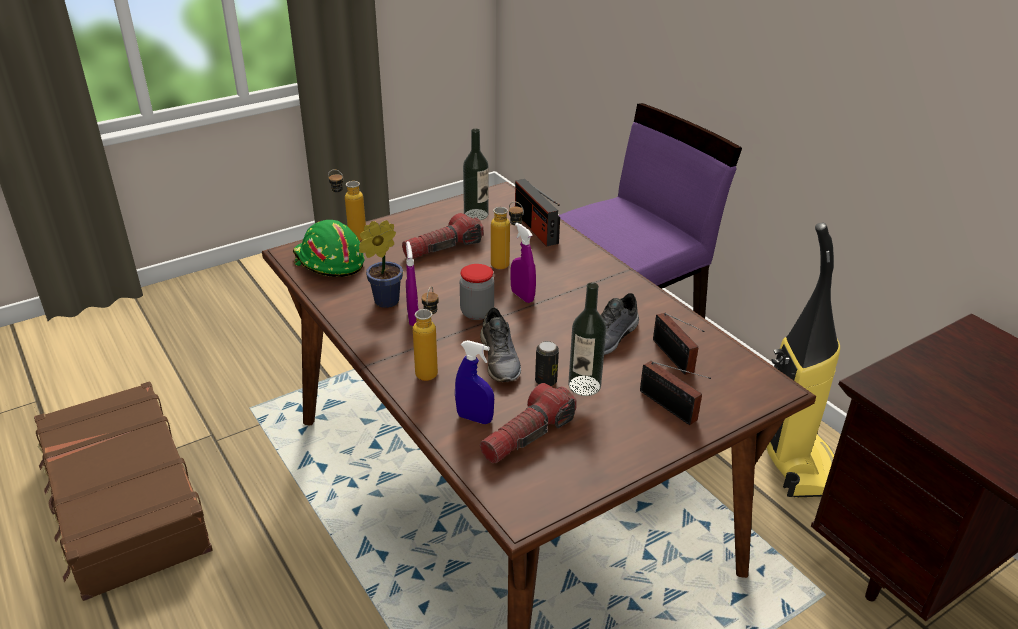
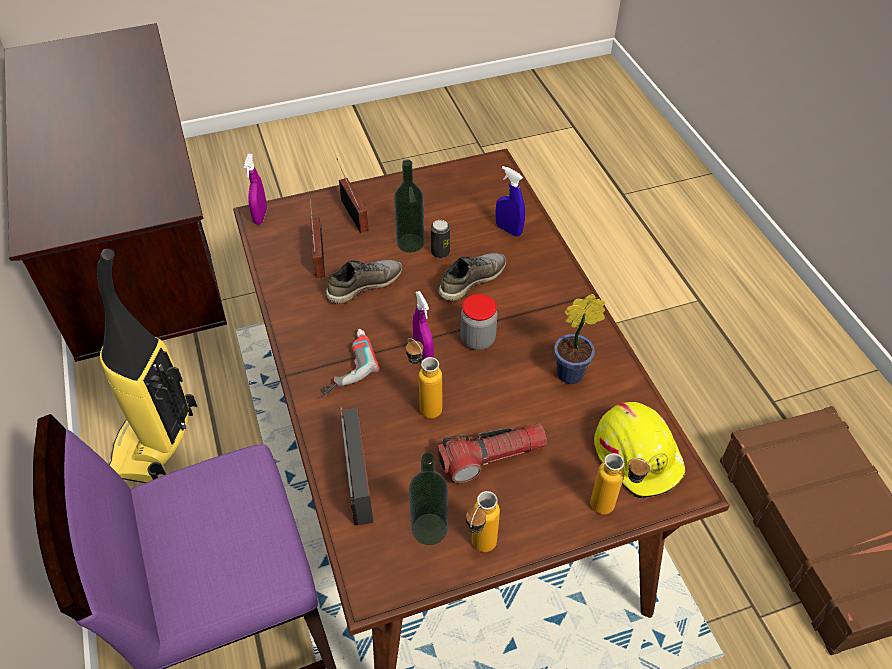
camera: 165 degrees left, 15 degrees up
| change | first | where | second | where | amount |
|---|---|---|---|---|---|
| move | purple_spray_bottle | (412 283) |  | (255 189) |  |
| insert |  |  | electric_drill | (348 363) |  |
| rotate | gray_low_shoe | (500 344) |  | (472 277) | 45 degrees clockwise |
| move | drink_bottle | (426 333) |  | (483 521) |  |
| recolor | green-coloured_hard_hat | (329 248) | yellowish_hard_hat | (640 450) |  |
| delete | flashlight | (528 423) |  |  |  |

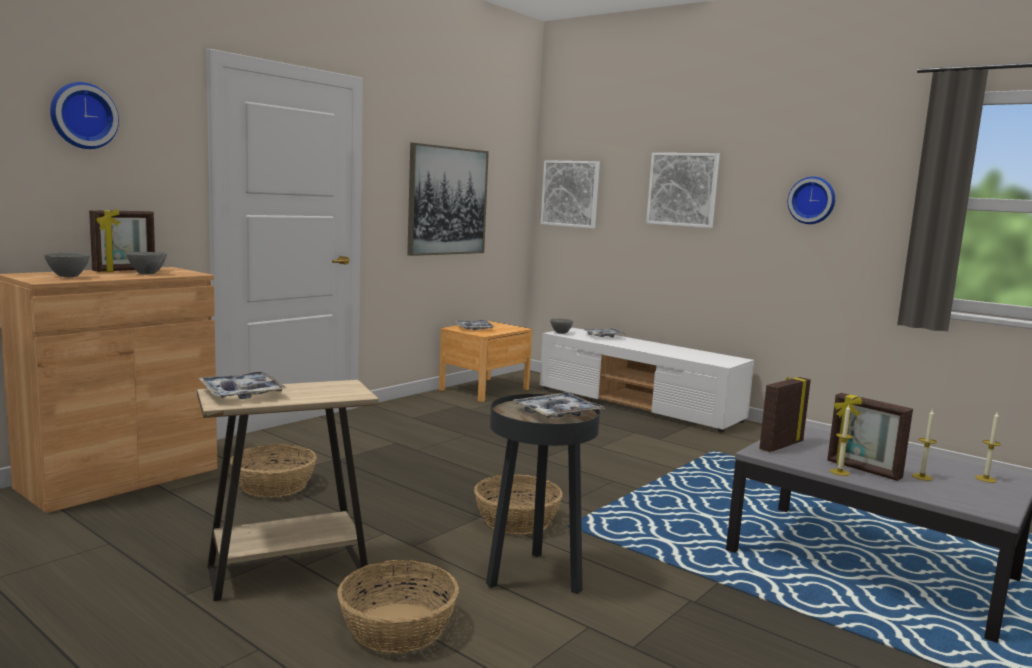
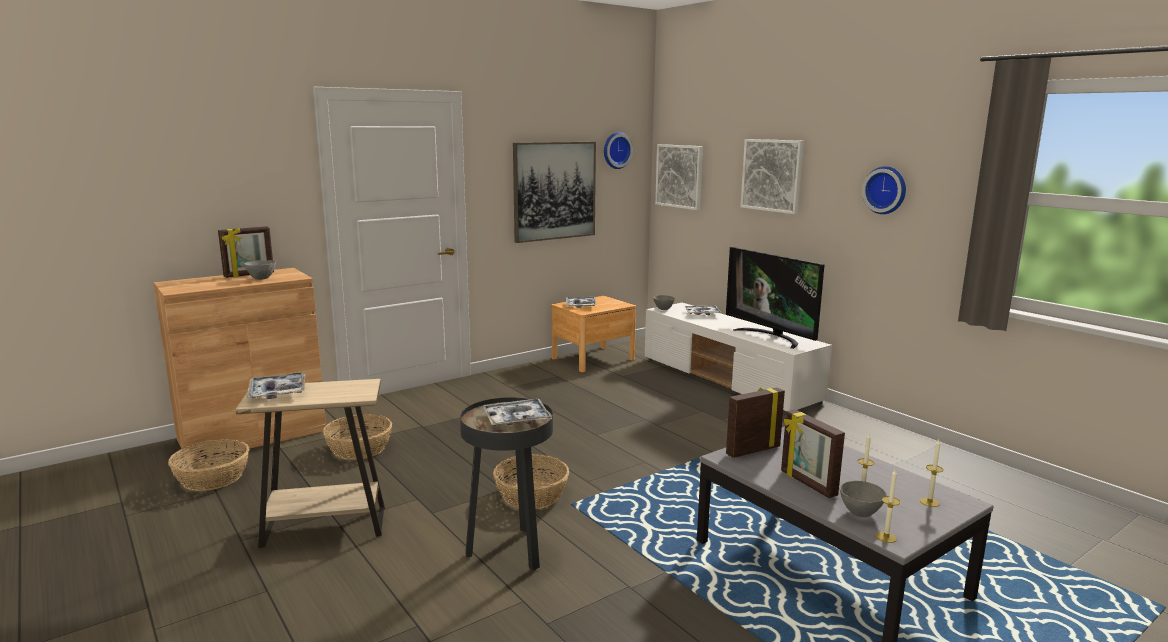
camera: 15 degrees right, 5 degrees up
| change | first | where | second | where | amount |
|---|---|---|---|---|---|
| move | household_basket | (398 606) |  | (208 465) |  |
| move | hanging_clock | (84 115) |  | (618 150) |  |
| insert |  |  | television | (775 298) |  |
| move | gray_bowl | (67 265) |  | (863 499) |  |
| move | wax_light | (841 440) |  | (888 506) |  |

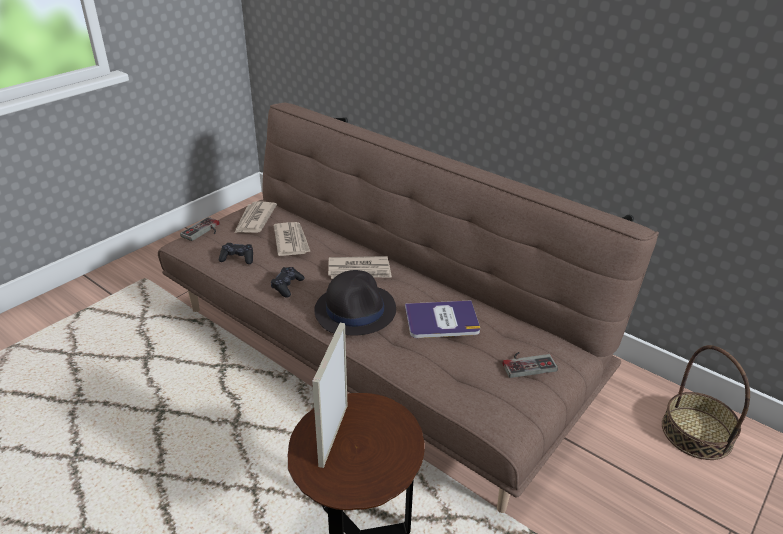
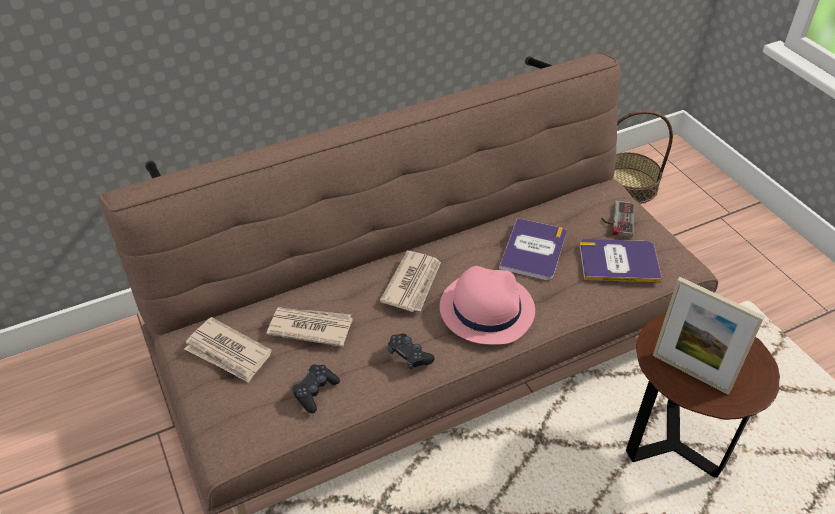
camera: 65 degrees left, 10 degrees up
| change | first | where | second | where | amount |
|---|---|---|---|---|---|
| recolor | black-coloured_hat | (355 302) | pink-coloured_hat | (487 305) |  |
| insert |  |  | book | (621 260) |  |
| delete | game_controller | (200 229) |  |  |  |

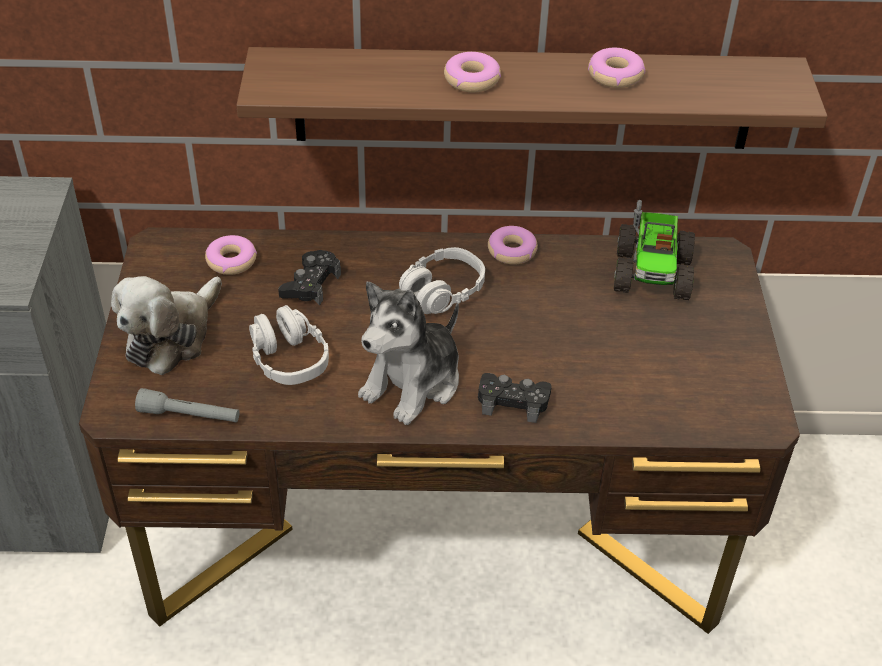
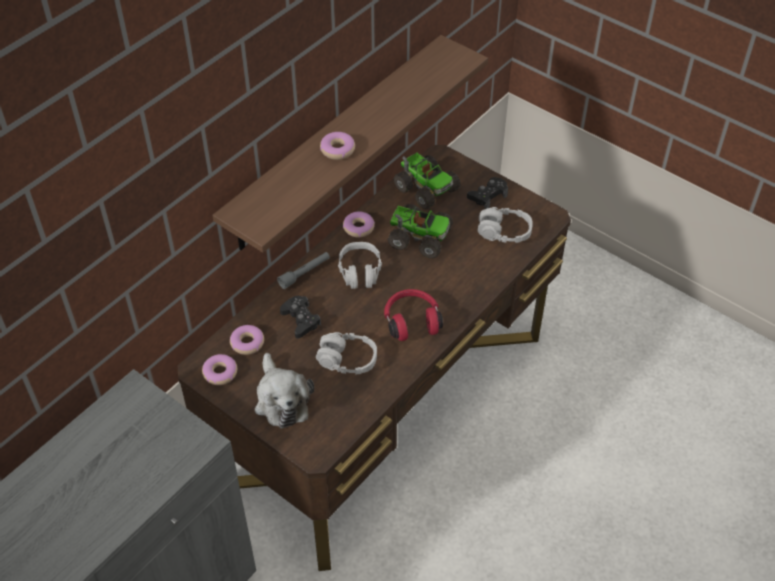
camera: 50 degrees left, 5 degrees up
| change | first | where | second | where | amount |
|---|---|---|---|---|---|
| move | ring_doughnut | (616 68) |  | (219 369) |  |
| move | gray_flashlight | (187 405) |  | (303 270) |  |
| replace | soft_toy | (408 353) | reddish_headset | (413 315) |  |
| insert |  |  | toy_truck | (420 231) |  |
| move | black-coloured_game_controller | (515 398) |  | (487 193) |  |
| insert |  |  | gray_headset | (505 225) |  |

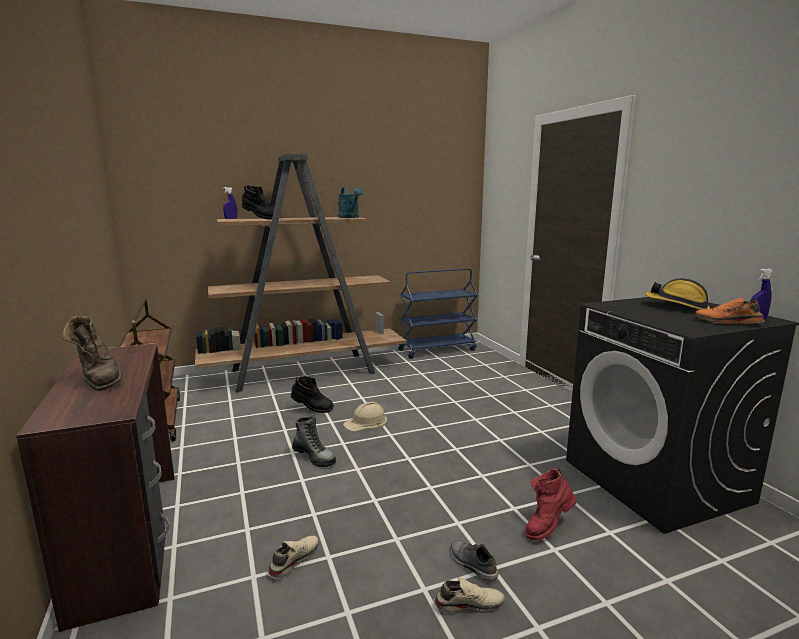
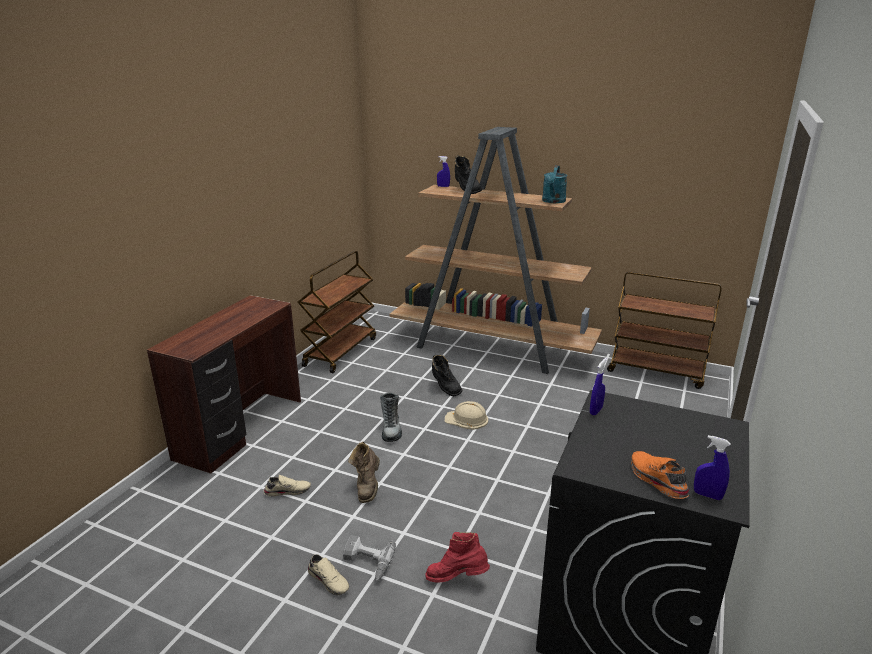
camera: 45 degrees right, 10 degrees up
| change | first | where | second | where | amount |
|---|---|---|---|---|---|
| replace | gray_low_shoe | (474 561) | electric_drill | (369 558) |  |
| move | brown-coloured_tall_boot | (92 353) |  | (364 472) |  |
| insert |  |  | blue-coloured_spray_bottle | (598 386) |  |
| recolor | blue-coloured_cart | (438 313) | brown-coloured_cart | (664 330) |  |
| delete | hard_hat | (677 294) |  |  |  |

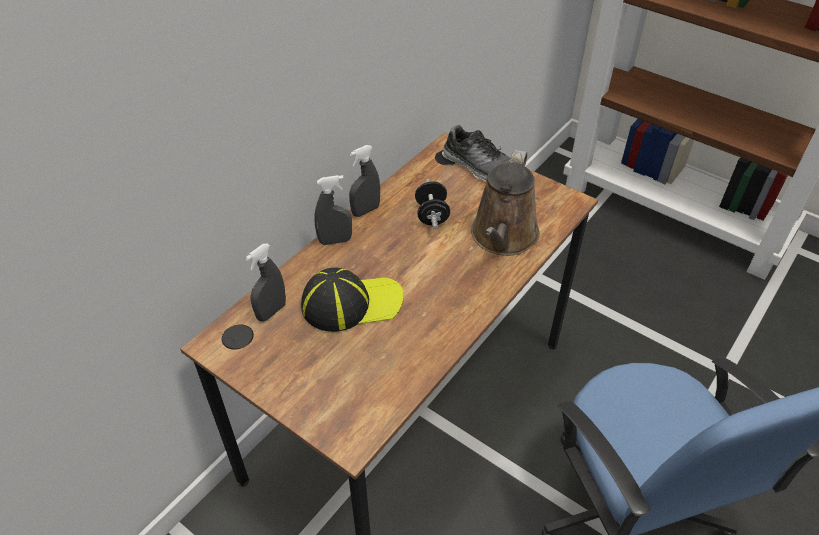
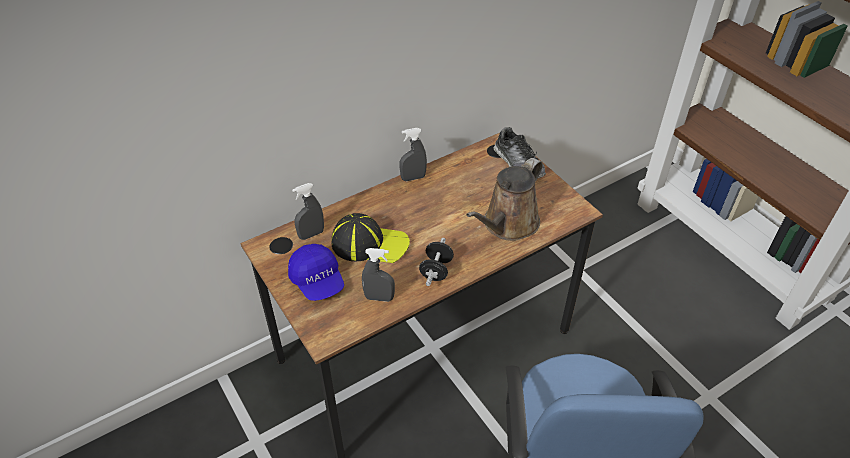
camera: 20 degrees right, 0 degrees up
| change | first | where | second | where | amount |
|---|---|---|---|---|---|
| insert |  |  | blue-coloured_baseball_cap | (316 272) |  |
| move | gray_spray_bottle | (333 210) |  | (378 275) |  |
| move | black-coloured_hand_weight | (432 204) |  | (436 262) |  |

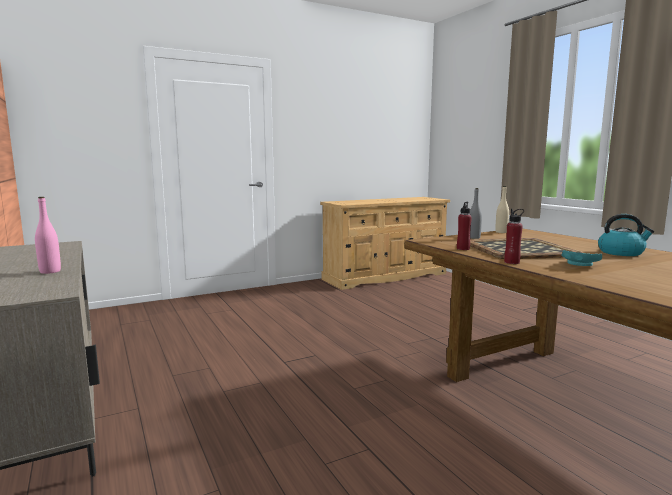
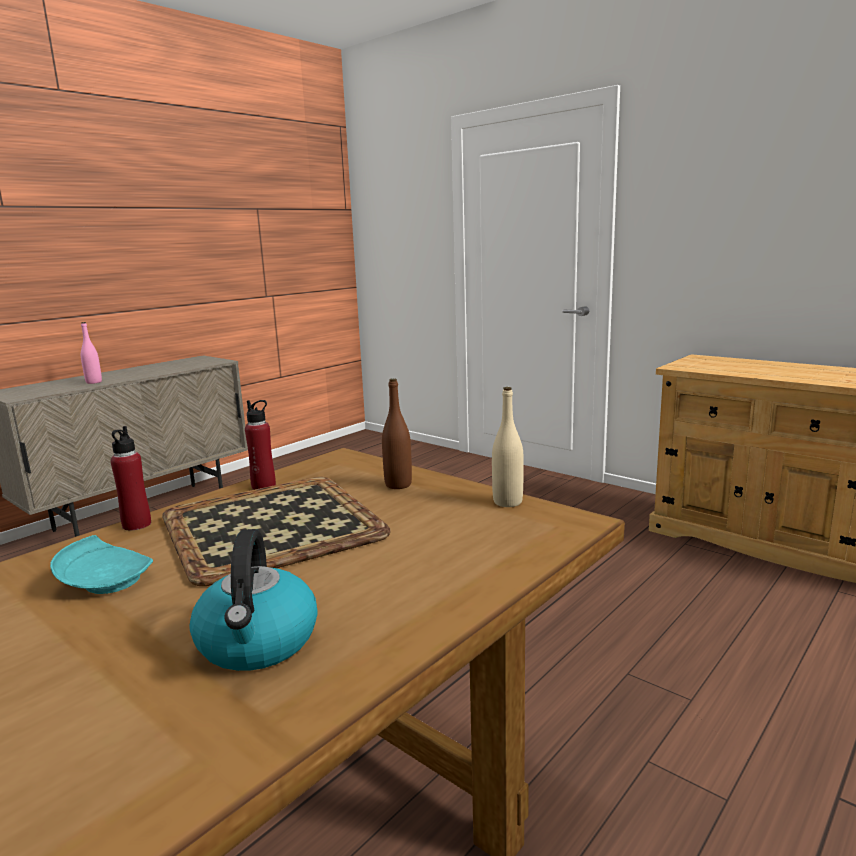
camera: 70 degrees right, 5 degrees up
| change | first | where | second | where | amount |
|---|---|---|---|---|---|
| recolor | gray_drink_bottle | (476 213) | brown-coloured_drink_bottle | (397 433) |  |

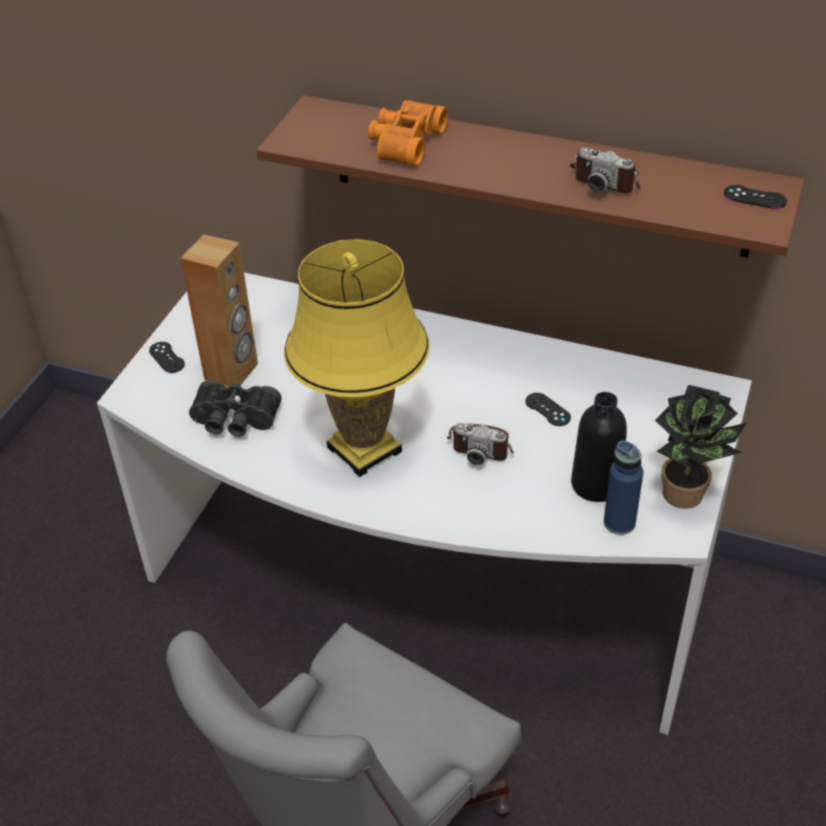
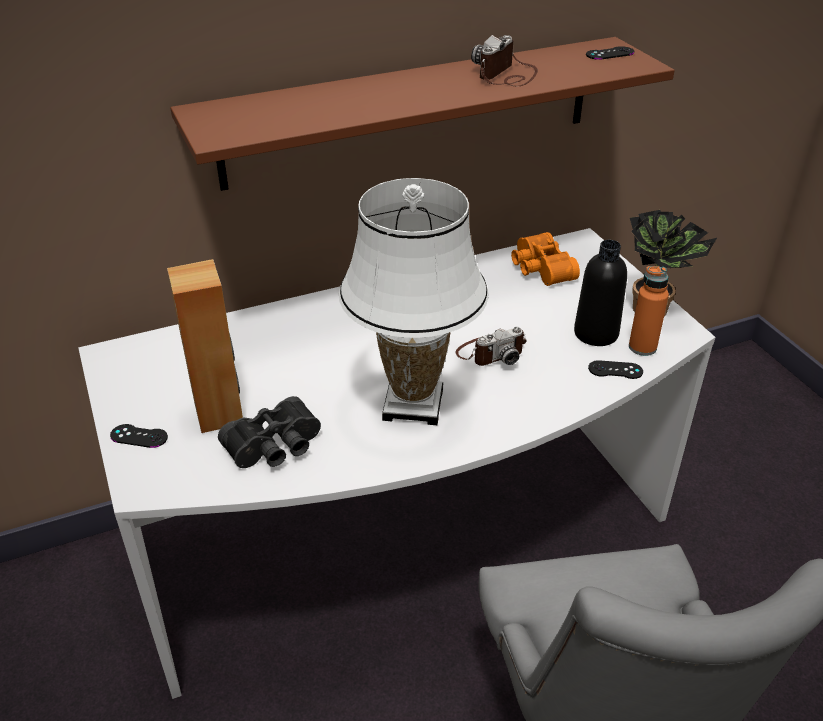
camera: 45 degrees left, 5 degrees down
| change | first | where | second | where | amount |
|---|---|---|---|---|---|
| recolor | yellowish_tabletop_lamp | (357 358) | whitish_tabletop_lamp | (413 301) |  |
| rotate | photo_camera | (605 170) |  | (504 60) | 135 degrees clockwise |
| move | orange_binoculars | (408 133) |  | (545 259) |  |
| move | black-coloured_game_controller | (548 409) |  | (615 369) |  |
| recolor | blue-coloured_drink_bottle | (623 487) | orange_drink_bottle | (649 311) |  |

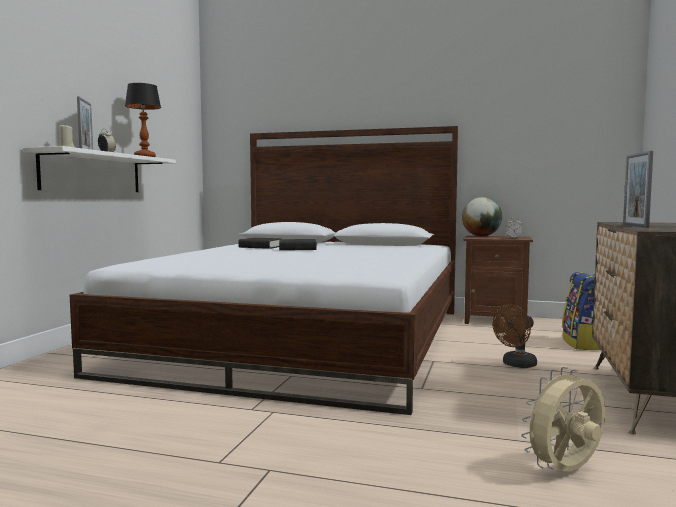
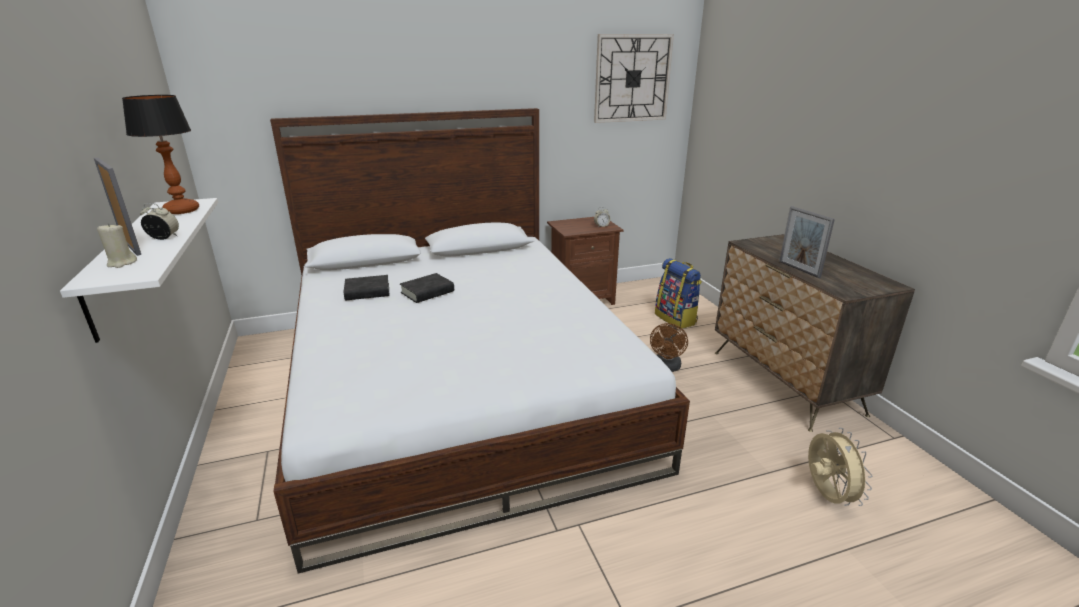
camera: 35 degrees left, 20 degrees up
| change | first | where | second | where | amount |
|---|---|---|---|---|---|
| insert |  |  | hanging_clock | (634 78) |  |
| rotate | sand-coloured_cooling_fan | (563 419) |  | (840 467) | 150 degrees clockwise |
| delete | desk_globe | (482 216) |  |  |  |

